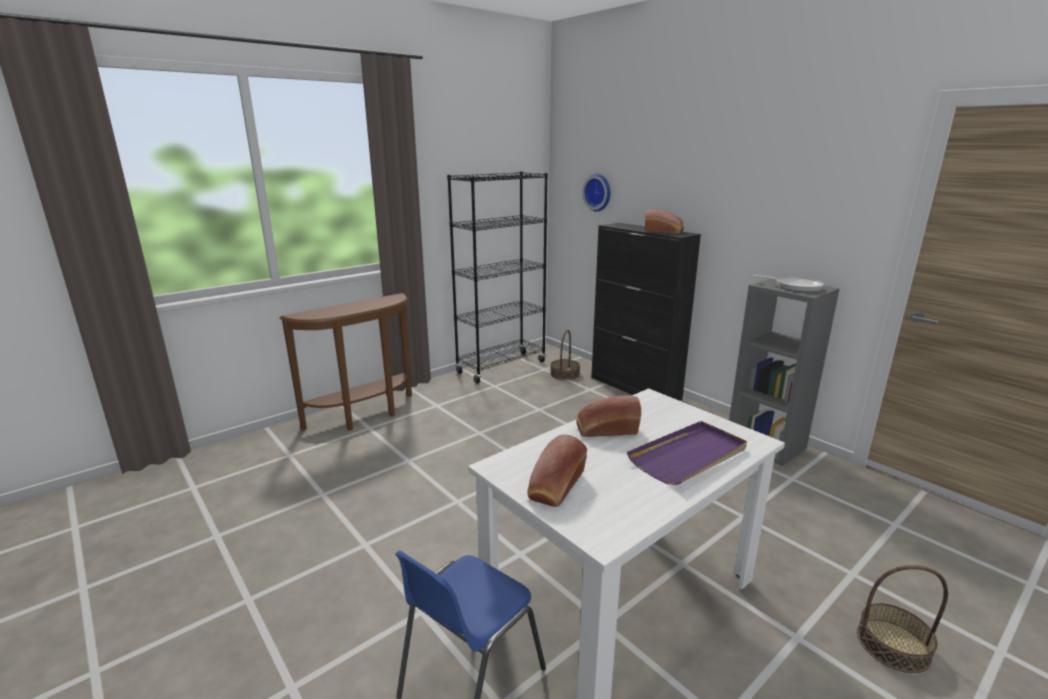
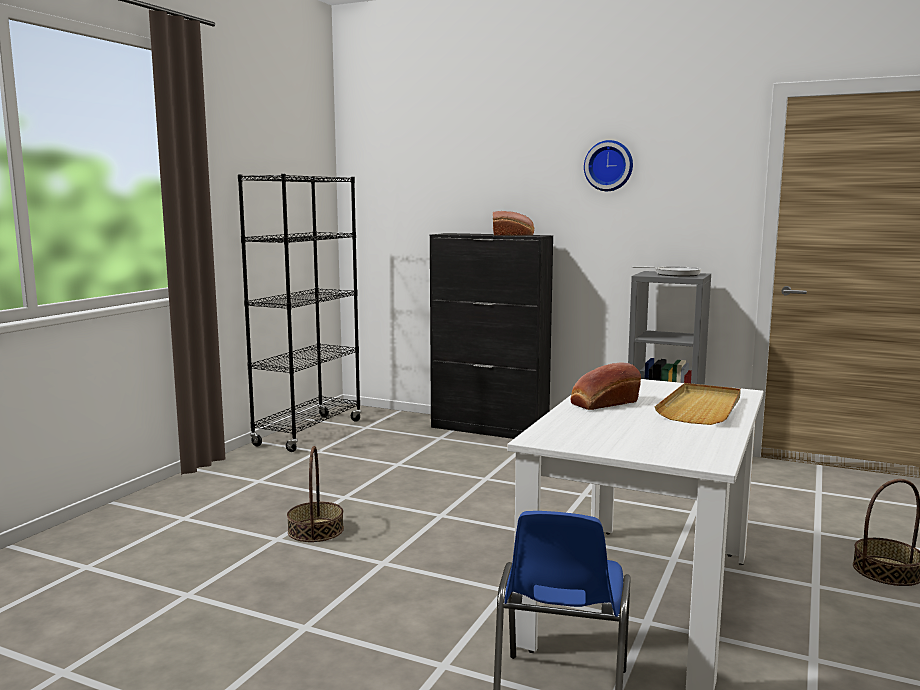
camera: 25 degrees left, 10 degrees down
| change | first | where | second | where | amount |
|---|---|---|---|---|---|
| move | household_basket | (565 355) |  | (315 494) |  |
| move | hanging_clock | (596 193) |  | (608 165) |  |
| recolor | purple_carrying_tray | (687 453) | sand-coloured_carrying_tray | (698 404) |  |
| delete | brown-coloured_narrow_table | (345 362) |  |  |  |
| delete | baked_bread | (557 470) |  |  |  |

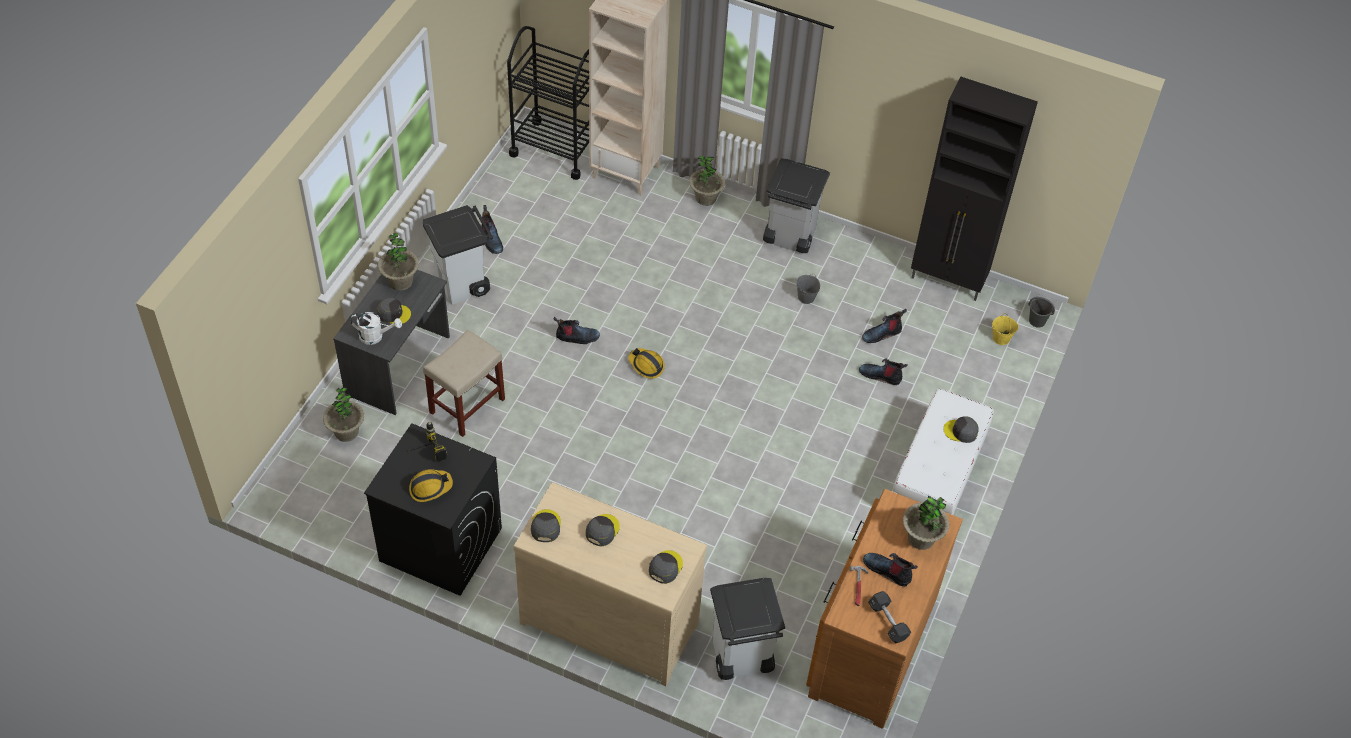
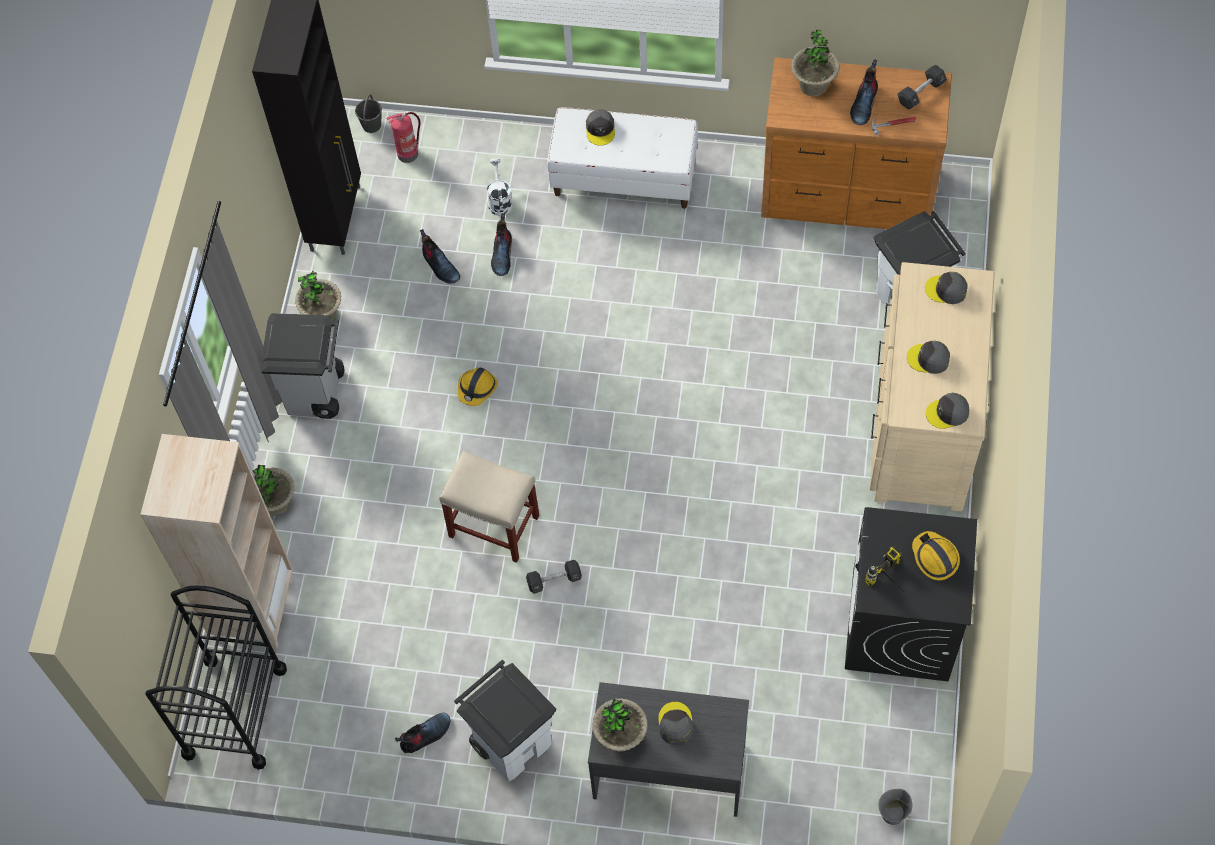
camera: 100 degrees left, 10 degrees up
| change | first | where | second | where | amount |
|---|---|---|---|---|---|
| move | potted_plant | (343 414) |  | (318 296) |  |
| replace | yellowish_water_bucket | (1005 330) | extinguisher | (403 137) |  |
| move | sand-coloured_stool | (464 383) |  | (489 507) |  |
| move | hard_hat | (646 363) |  | (477 387) |  |
| move | whitish_watering_pot | (376 328) |  | (500 187) |  |
| replace | tall_boot | (577 330) | black-coloured_hand_weight | (554 577) |  |
| move | gray_water_bucket | (808 289) |  | (895 807) |  |

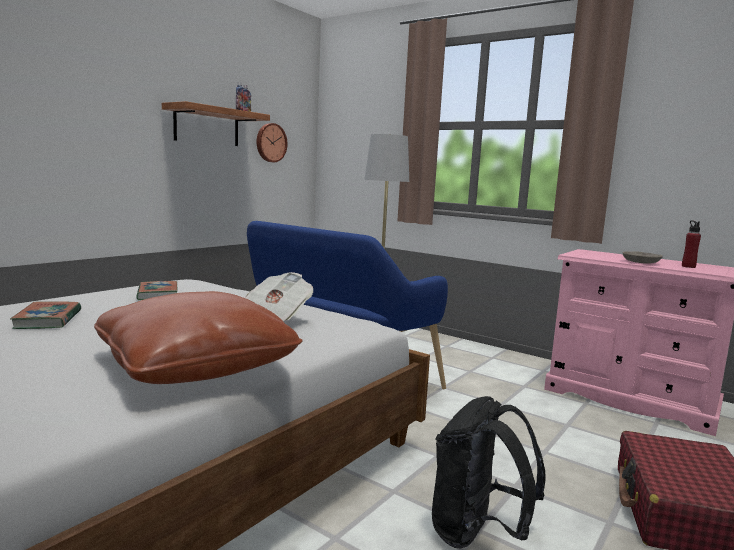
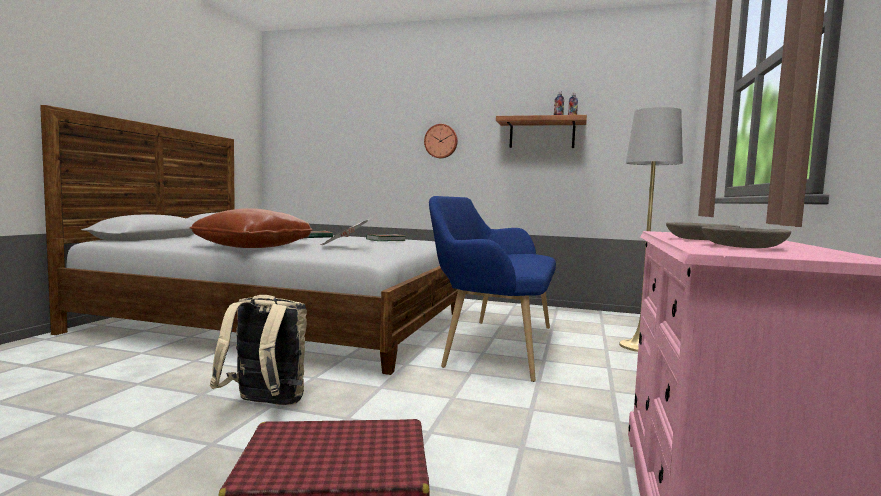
camera: 70 degrees right, 5 degrees down
| change | first | where | second | where | amount |
|---|---|---|---|---|---|
| recolor | black-coloured_backpack | (489 472) | sand-coloured_backpack | (258 350) |  |
| move | hanging_clock | (272 142) |  | (441 141) |  |
| replace | reddish_drink_bottle | (691 244) | gray_bowl | (746 237) |  |

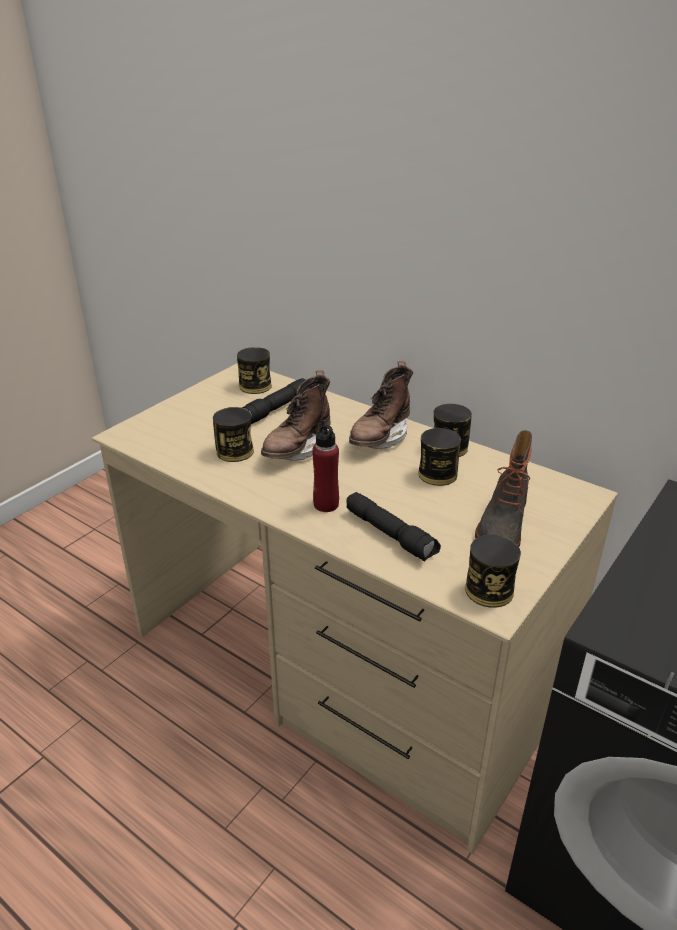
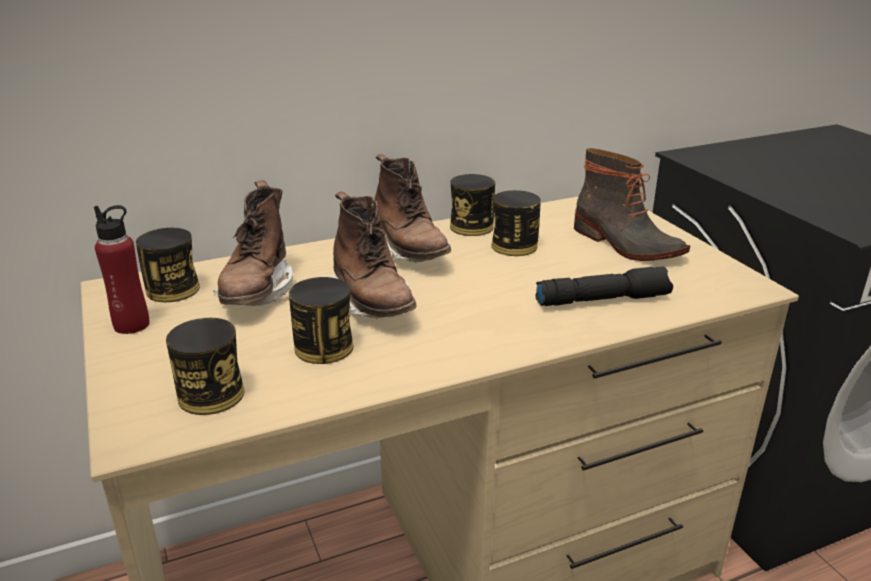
camera: 60 degrees left, 5 degrees down
| change | first | where | second | where | amount |
|---|---|---|---|---|---|
| move | reddish_drink_bottle | (325 466) |  | (122 269) |  |
| move | metal_can | (493 571) |  | (205 366) |  |
| replace | black-coloured_flashlight | (274 401) | brown-coloured_tall_boot | (253 243) |  |

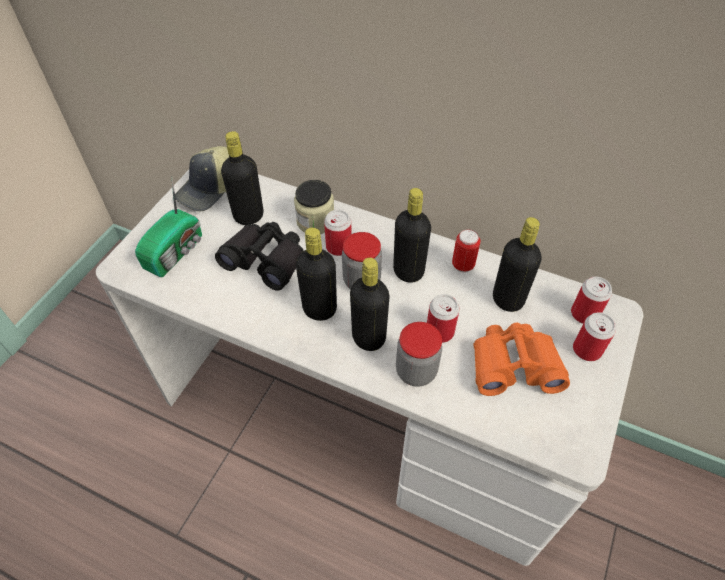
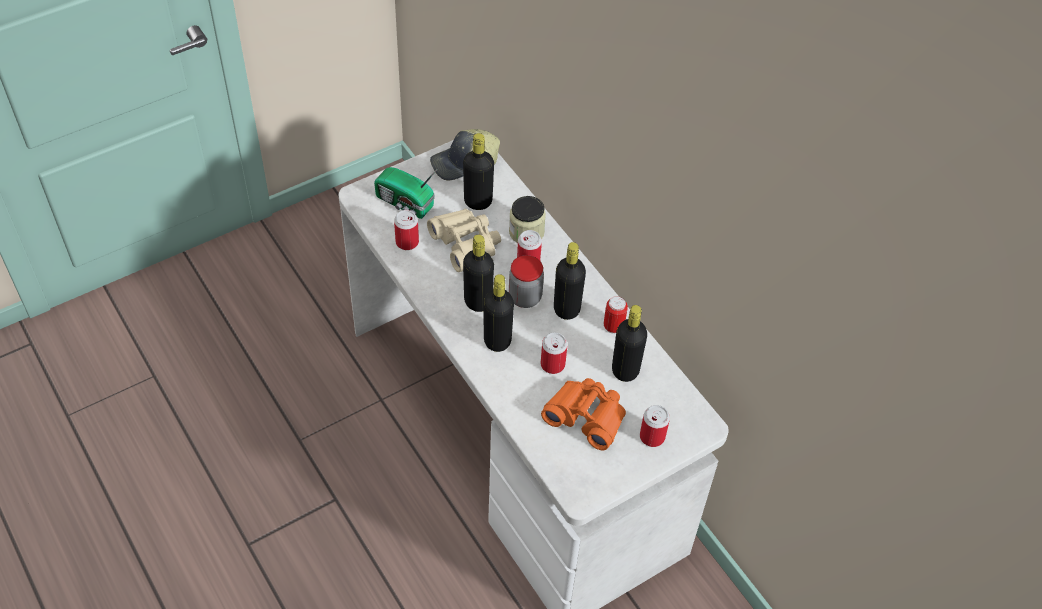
camera: 30 degrees right, 0 degrees up
| change | first | where | second | where | amount |
|---|---|---|---|---|---|
| rotate | radio | (168 228) |  | (405 193) | 60 degrees clockwise |
| move | metal_can | (591 300) |  | (406 230) |  |
| recolor | black-coloured_binoculars | (259 256) | sand-coloured_binoculars | (464 240) |  |
| delete | storage_jar | (419 354) |  |  |  |

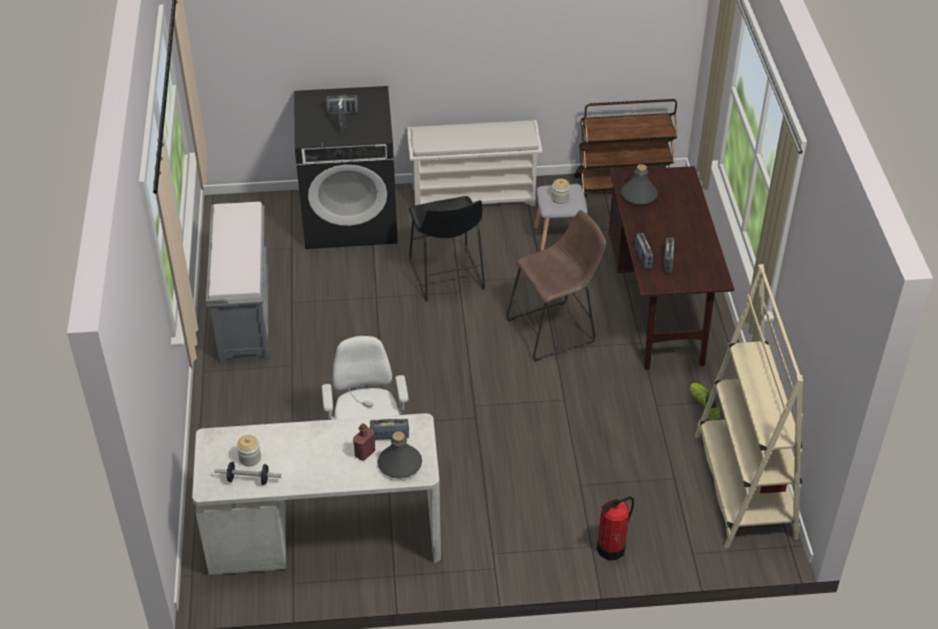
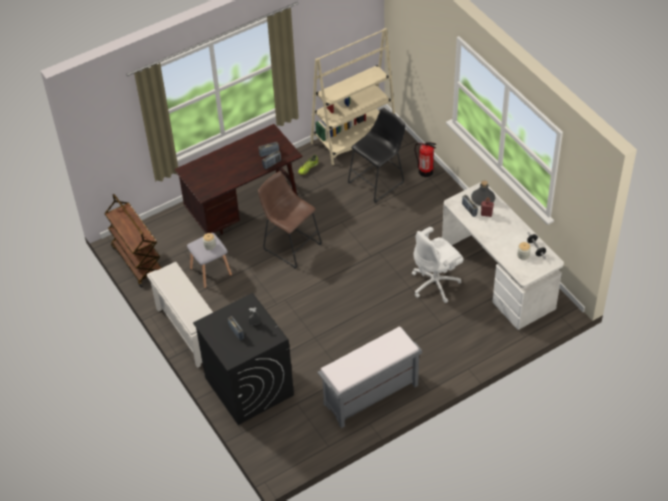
camera: 115 degrees left, 5 degrees up
| change | first | where | second | where | amount |
|---|---|---|---|---|---|
| move | black-coloured_stool | (447 248) |  | (376 155) |  |
| delete | gray_drink_bottle | (639 184) |  |  |  |

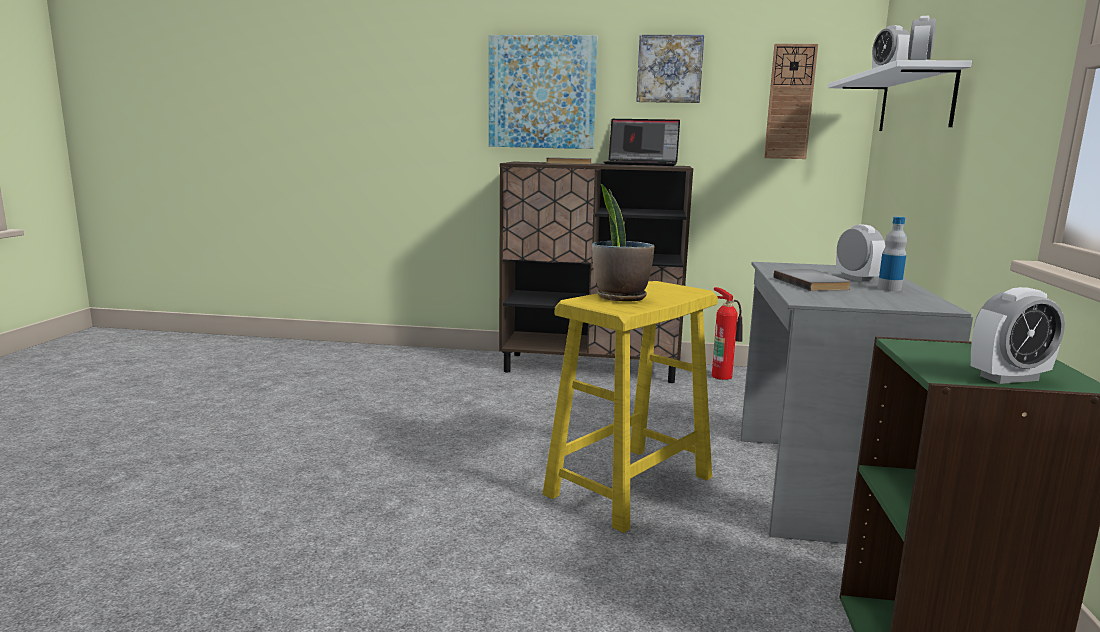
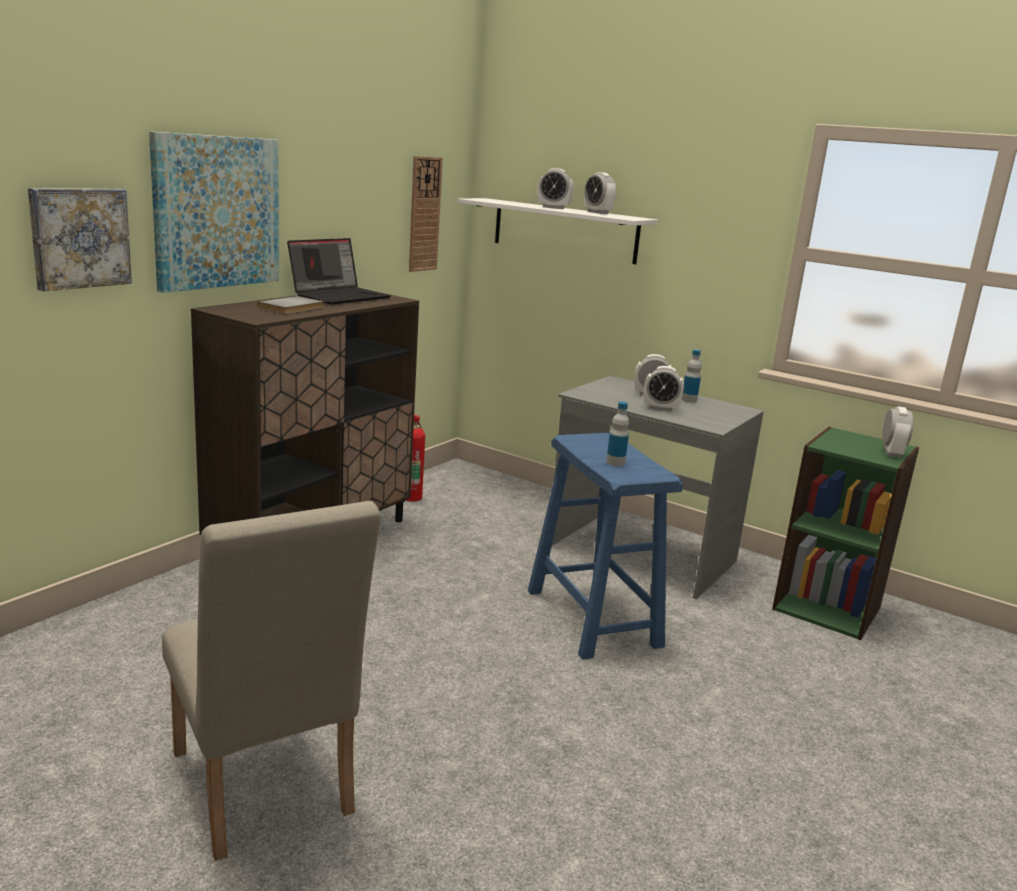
camera: 65 degrees left, 5 degrees up
| change | first | where | second | where | amount |
|---|---|---|---|---|---|
| move | wall_picture | (670 69) |  | (80 240) |  |
| insert |  |  | sand-coloured_plain_chair | (271 681) |  |
| recolor | yellowish_stool | (630 407) | blue-coloured_stool | (605 546) |  |
| replace | potted_plant | (623 242) | drink_bottle | (617 434) |  |
| replace | gray_book | (812 280) | alarm_clock | (664 389) |  |

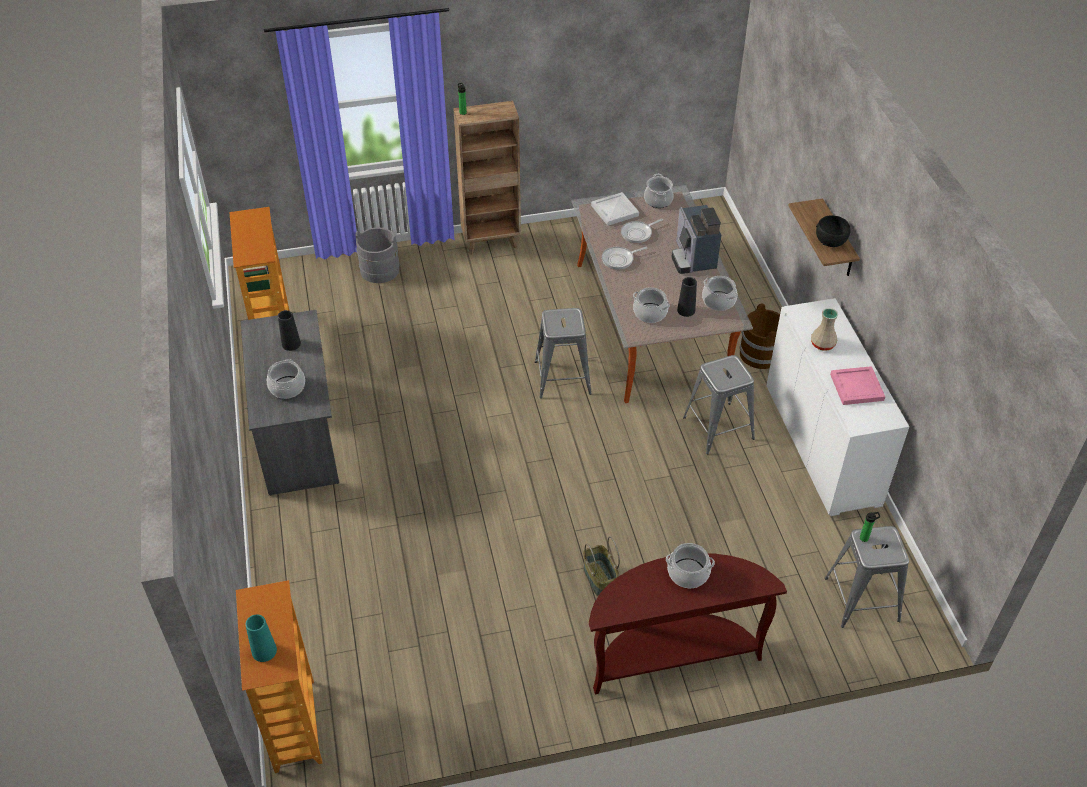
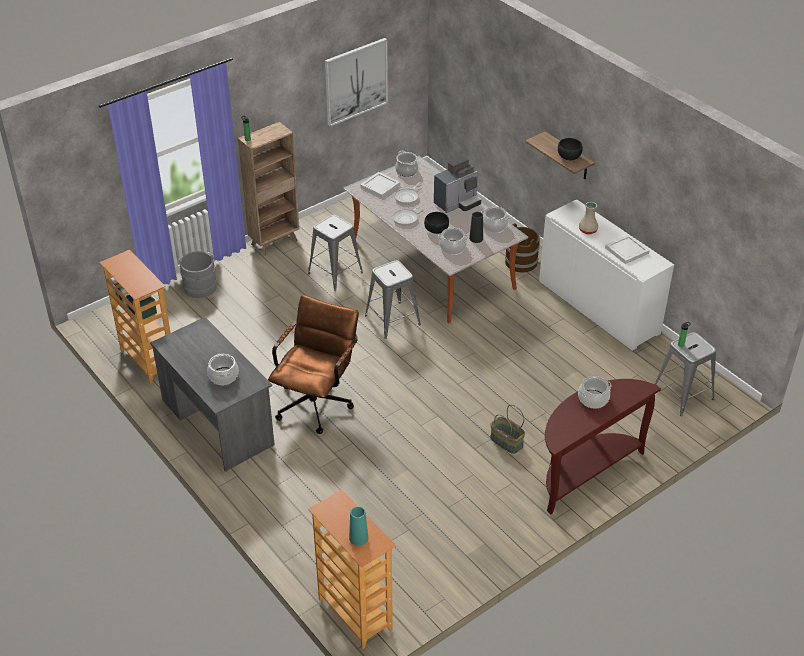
camera: 25 degrees left, 5 degrees down
| change | first | where | second | where | amount |
|---|---|---|---|---|---|
| insert |  |  | brown-coloured_office_chair | (313 364) |  |
| move | gray_stool | (719 404) |  | (335 253) |  |
| insert |  |  | wall_picture | (356 82) |  |
| insert |  |  | black-coloured_bowl | (436 223) |  |
| rotate | coffee_brewer | (696 239) |  | (457 184) | 90 degrees counterclockwise |
| recolor | pink-coloured_carrying_tray | (857 385) | whitish_carrying_tray | (627 249) |  |
| delete | black-coloured_decorative_vase | (289 330) |  |  |  |

